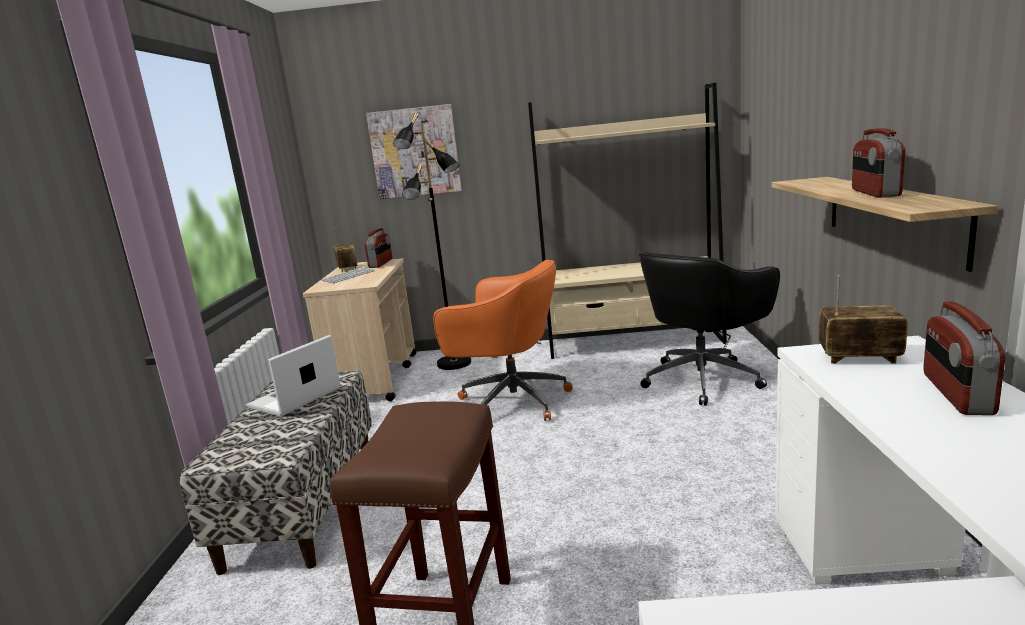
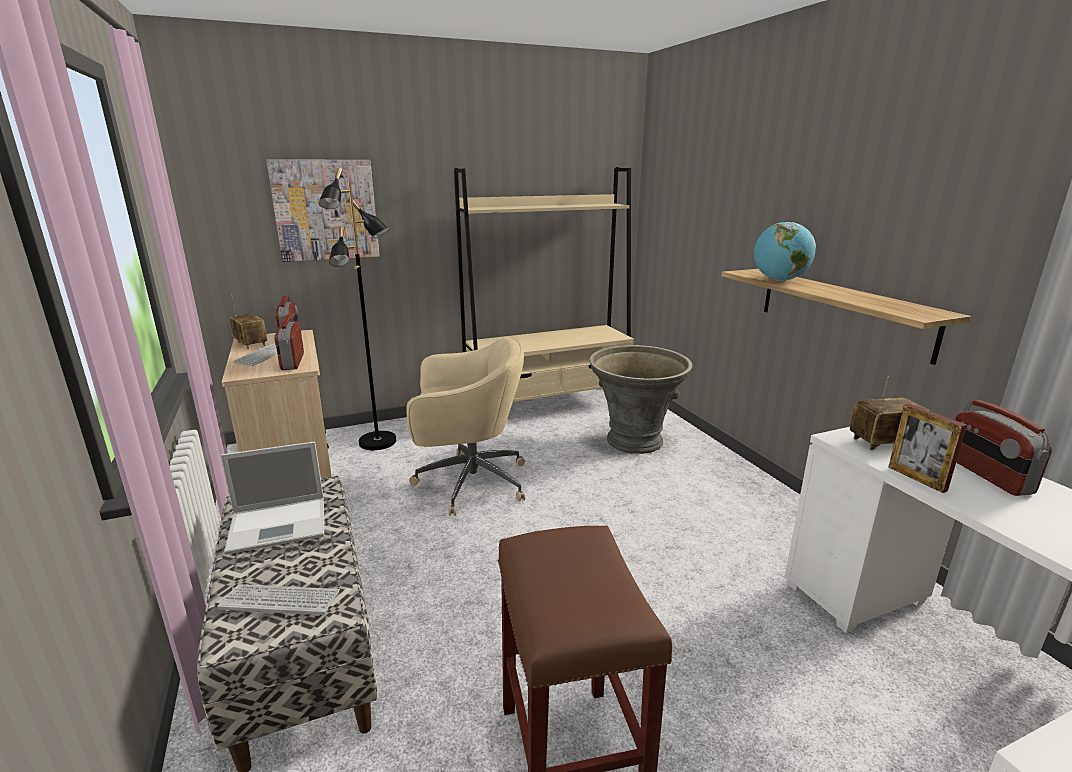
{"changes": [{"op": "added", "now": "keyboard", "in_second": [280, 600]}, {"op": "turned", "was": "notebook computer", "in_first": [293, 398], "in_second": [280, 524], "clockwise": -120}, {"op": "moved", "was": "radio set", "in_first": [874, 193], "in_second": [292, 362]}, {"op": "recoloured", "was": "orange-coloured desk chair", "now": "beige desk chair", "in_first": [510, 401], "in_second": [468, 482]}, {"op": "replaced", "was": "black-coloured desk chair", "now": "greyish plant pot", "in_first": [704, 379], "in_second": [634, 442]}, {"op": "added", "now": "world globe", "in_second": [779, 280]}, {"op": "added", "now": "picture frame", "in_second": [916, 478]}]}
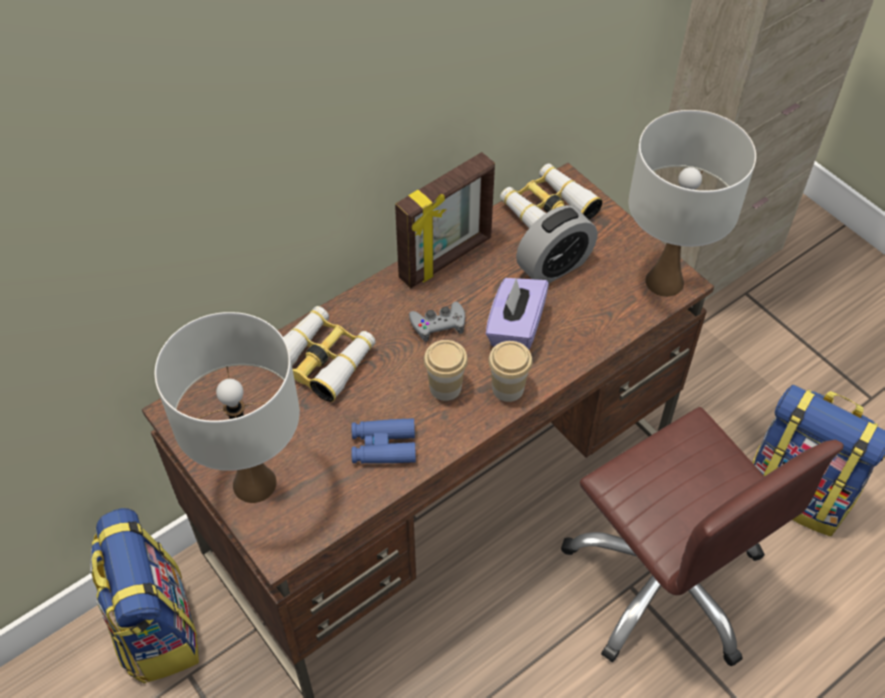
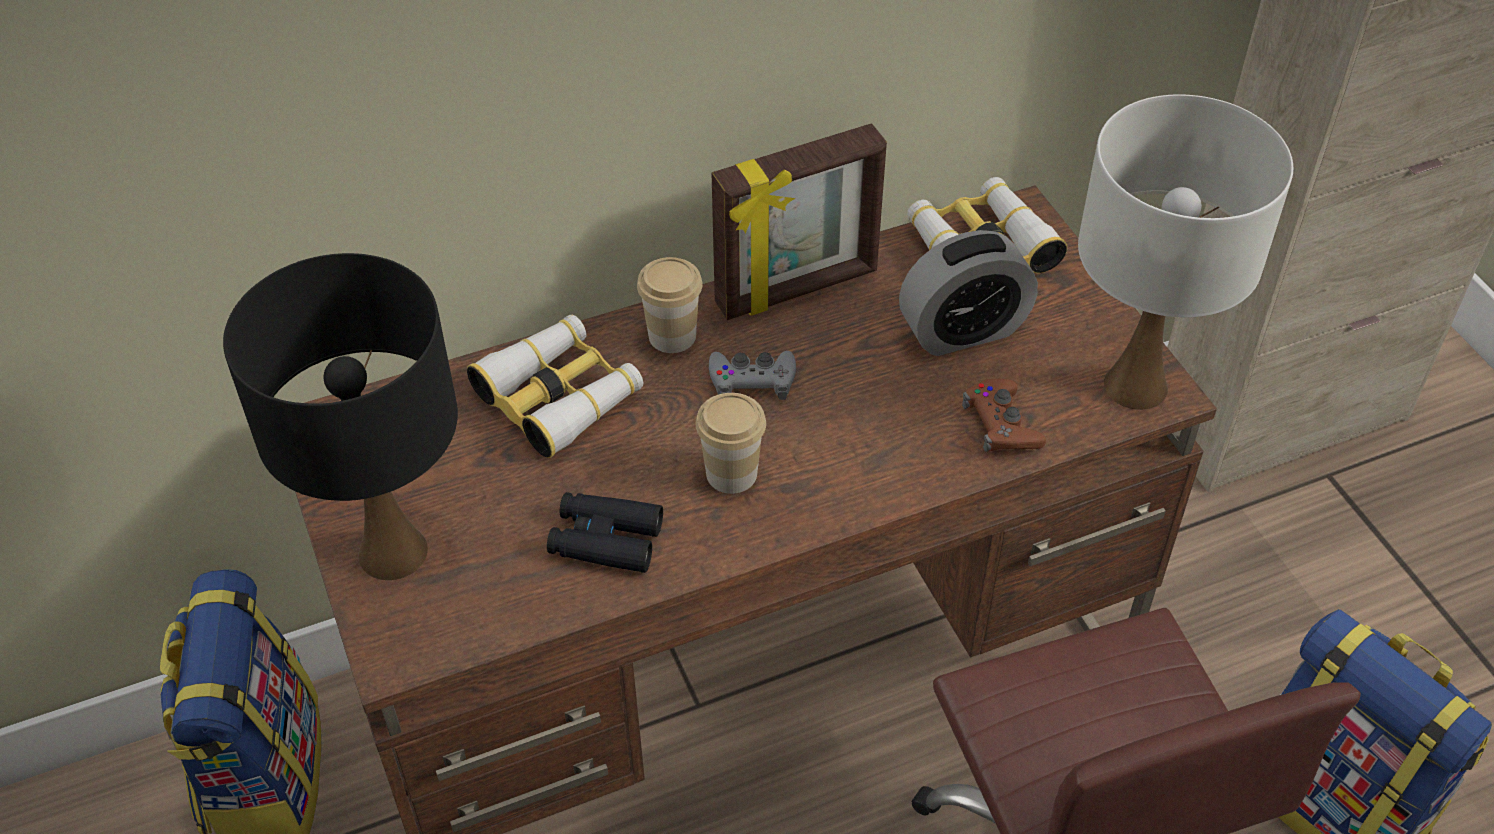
{"changes": [{"op": "recoloured", "was": "white-coloured table lamp", "now": "black-coloured table lamp", "in_first": [254, 484], "in_second": [392, 553]}, {"op": "recoloured", "was": "blue field glasses", "now": "black-coloured field glasses", "in_first": [383, 446], "in_second": [605, 540]}, {"op": "moved", "was": "cup", "in_first": [508, 388], "in_second": [672, 336]}, {"op": "added", "now": "brown-coloured gamepad", "in_second": [1001, 424]}, {"op": "removed", "was": "purplish tissue holder", "in_first": [515, 328]}]}
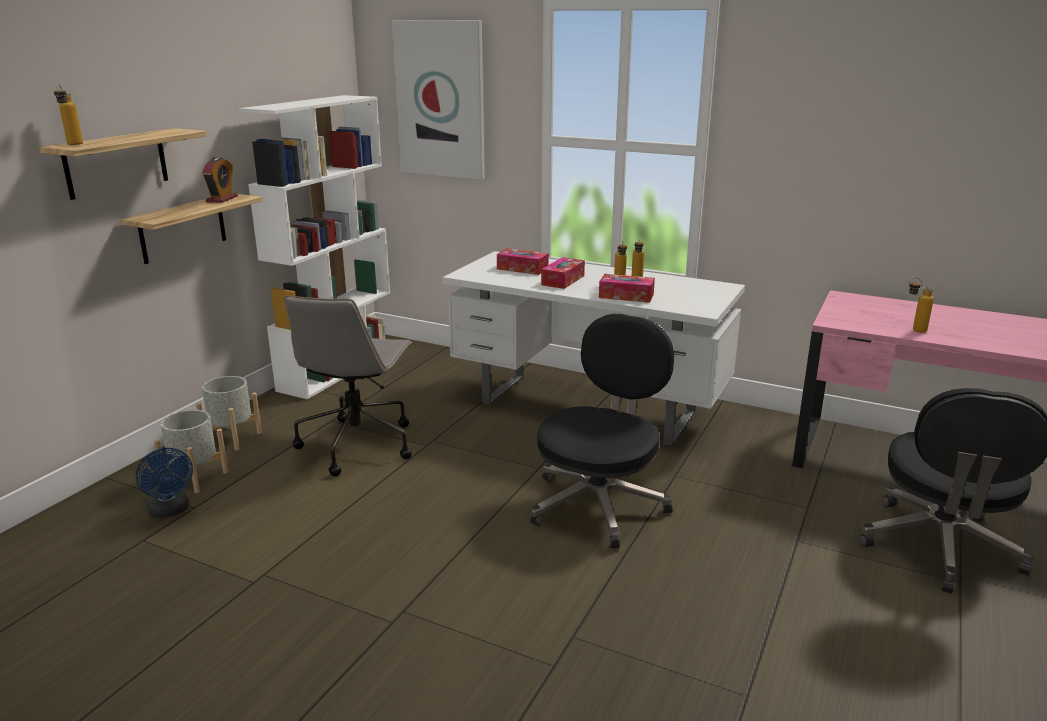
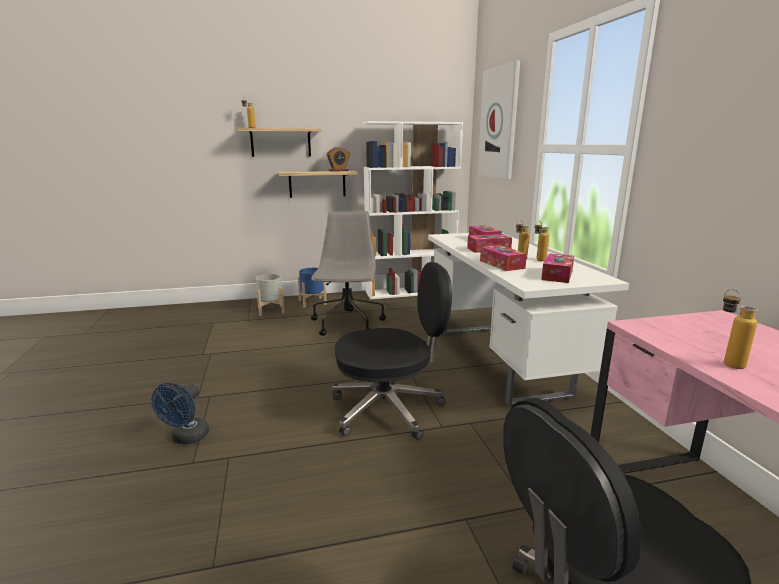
{"changes": [{"op": "moved", "was": "blue electric fan", "in_first": [171, 511], "in_second": [187, 438]}, {"op": "recoloured", "was": "greyish plant pot", "now": "blue plant pot", "in_first": [232, 438], "in_second": [312, 302]}, {"op": "turned", "was": "greyish desk chair", "in_first": [357, 444], "in_second": [348, 324], "clockwise": 120}, {"op": "added", "now": "tissue holder", "in_second": [557, 275]}]}
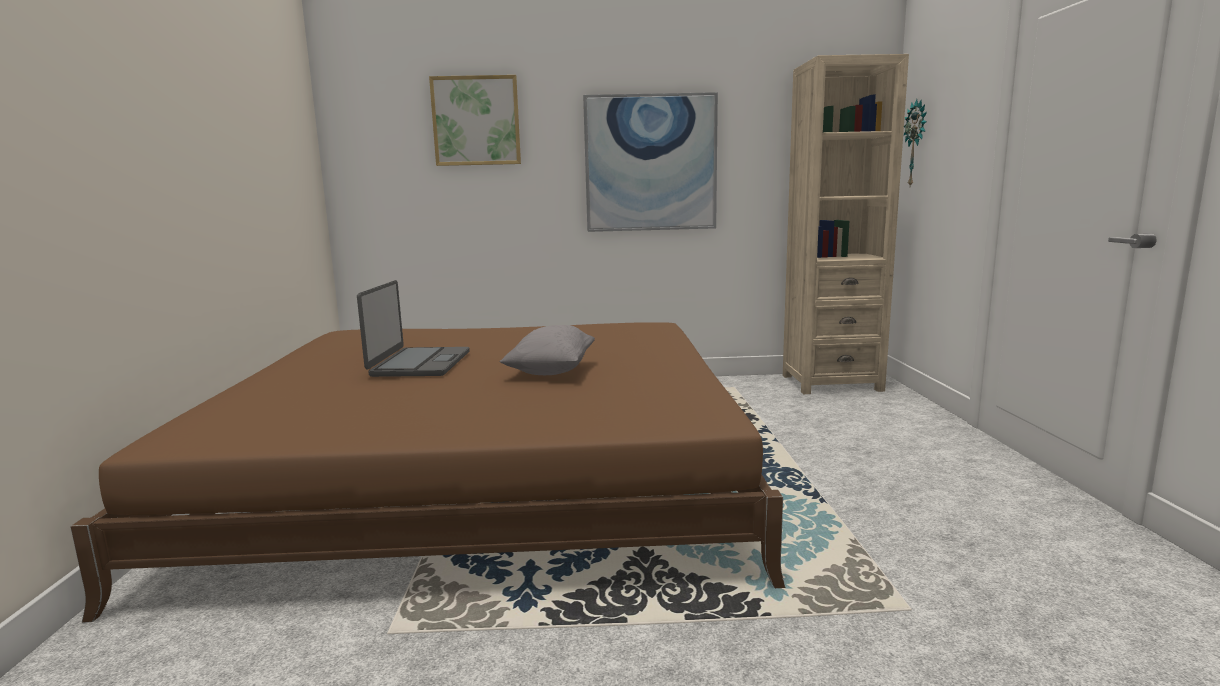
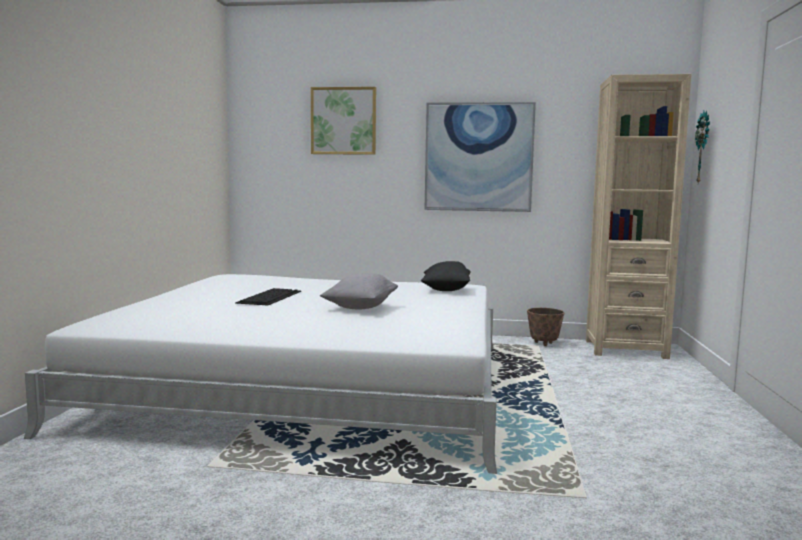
{"changes": [{"op": "recoloured", "was": "brown-coloured bedroom bed", "now": "white-coloured bedroom bed", "in_first": [487, 470], "in_second": [313, 383]}, {"op": "replaced", "was": "notebook computer", "now": "keyboard", "in_first": [419, 364], "in_second": [270, 297]}, {"op": "added", "now": "black-coloured pillow", "in_second": [446, 290]}, {"op": "added", "now": "plant pot", "in_second": [544, 343]}]}
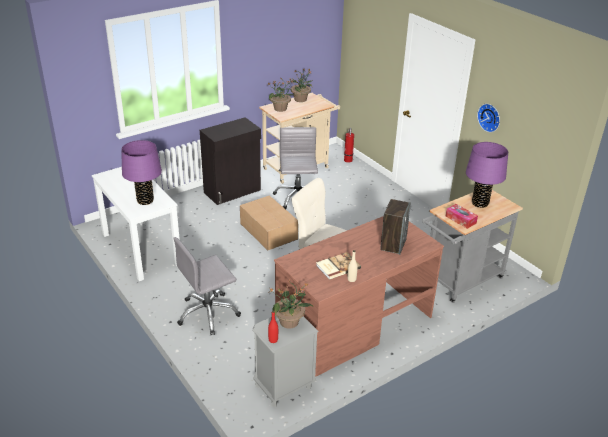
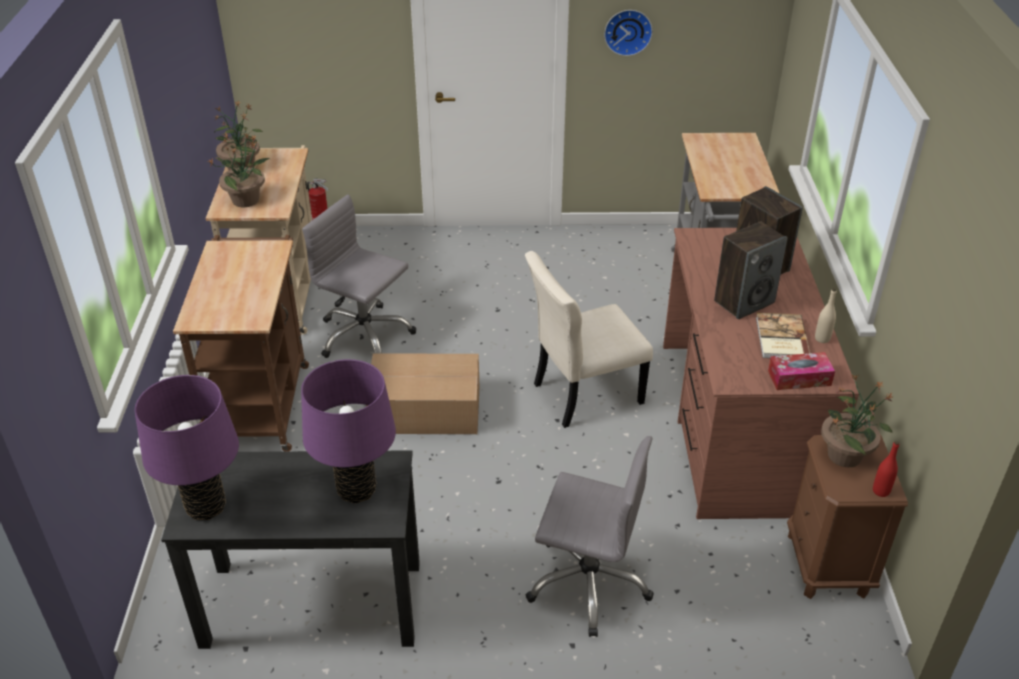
{"changes": [{"op": "moved", "was": "purplish table lamp", "in_first": [480, 203], "in_second": [206, 507]}, {"op": "recoloured", "was": "white-coloured desk table", "now": "black-coloured desk table", "in_first": [141, 249], "in_second": [312, 604]}, {"op": "replaced", "was": "black-coloured cupboard", "now": "brown-coloured trolley", "in_first": [233, 191], "in_second": [261, 400]}, {"op": "turned", "was": "greyish desk chair", "in_first": [208, 314], "in_second": [588, 582], "clockwise": -75}, {"op": "added", "now": "audio speaker", "in_second": [744, 302]}, {"op": "moved", "was": "tissue holder", "in_first": [460, 220], "in_second": [799, 378]}, {"op": "recoloured", "was": "greyish nightstand", "now": "brown-coloured nightstand", "in_first": [283, 387], "in_second": [828, 565]}]}
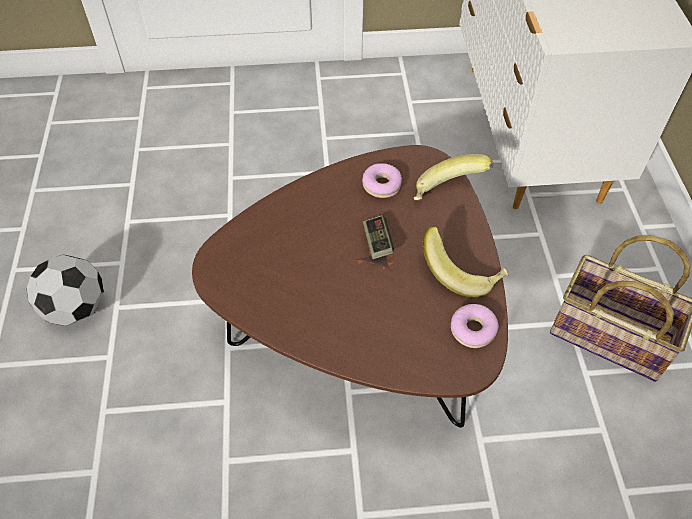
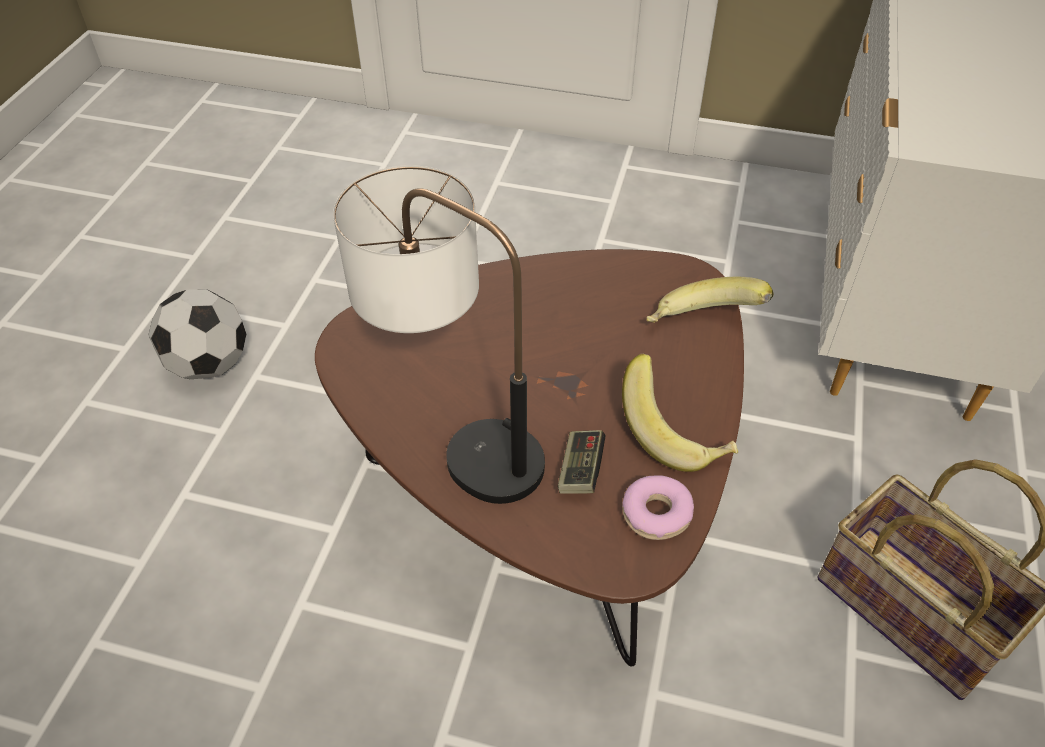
{"changes": [{"op": "added", "now": "table lamp", "in_second": [457, 438]}, {"op": "moved", "was": "gamepad", "in_first": [377, 242], "in_second": [580, 470]}, {"op": "removed", "was": "ring doughnut", "in_first": [381, 185]}]}
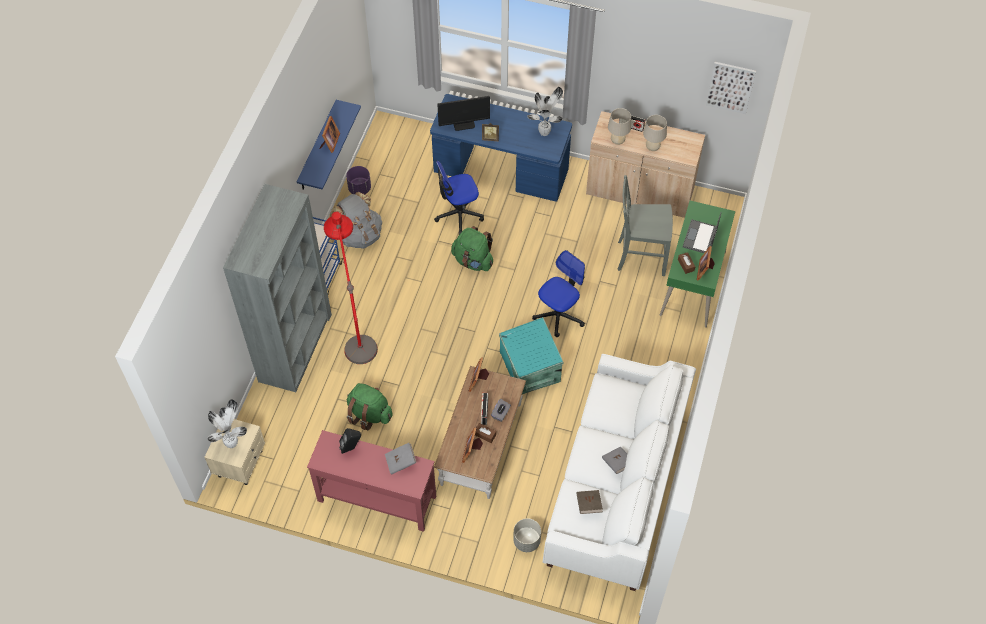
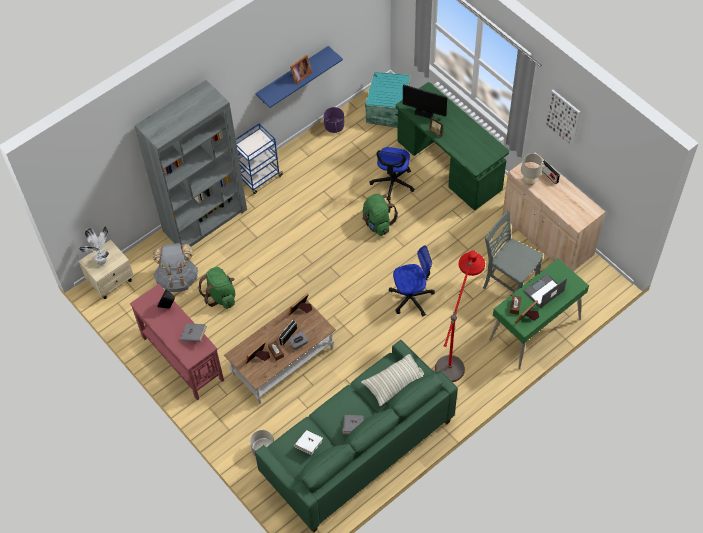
{"changes": [{"op": "moved", "was": "greyish rucksack", "in_first": [360, 235], "in_second": [178, 278]}, {"op": "recoloured", "was": "white-coloured couch", "now": "green-coloured couch", "in_first": [615, 487], "in_second": [357, 449]}, {"op": "recoloured", "was": "brown-coloured volume", "now": "white-coloured volume", "in_first": [588, 505], "in_second": [308, 445]}, {"op": "added", "now": "pillow", "in_second": [395, 383]}, {"op": "moved", "was": "turquoise-coloured storage box", "in_first": [529, 367], "in_second": [386, 109]}, {"op": "turned", "was": "desk chair", "in_first": [458, 214], "in_second": [393, 182], "clockwise": -90}, {"op": "recoloured", "was": "blue desk table", "now": "green-coloured desk table", "in_first": [501, 171], "in_second": [449, 166]}, {"op": "moved", "was": "red-coloured standing lamp", "in_first": [357, 330], "in_second": [456, 351]}, {"op": "moved", "was": "wall art", "in_first": [730, 87], "in_second": [563, 118]}, {"op": "removed", "was": "plant in a pot", "in_first": [545, 132]}, {"op": "removed", "was": "beige table lamp", "in_first": [652, 148]}]}
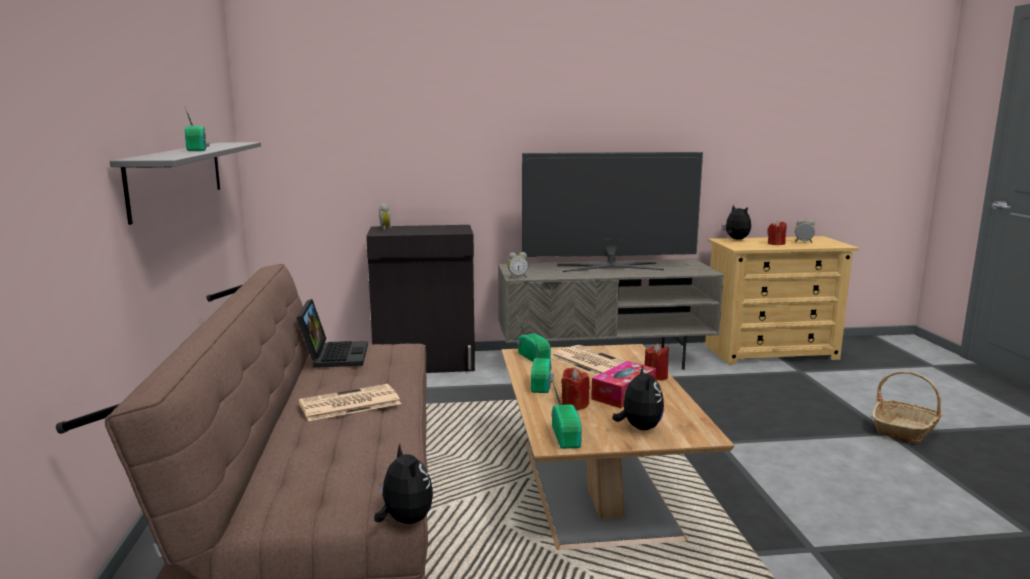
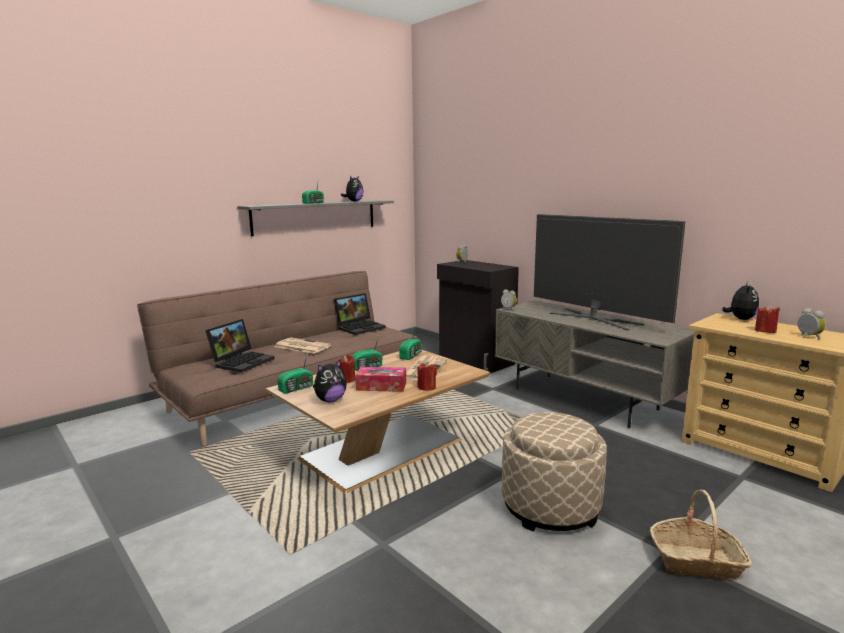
{"changes": [{"op": "added", "now": "notebook computer", "in_second": [242, 361]}, {"op": "moved", "was": "soft toy", "in_first": [404, 520], "in_second": [354, 201]}, {"op": "added", "now": "beige pouffe", "in_second": [550, 507]}]}
